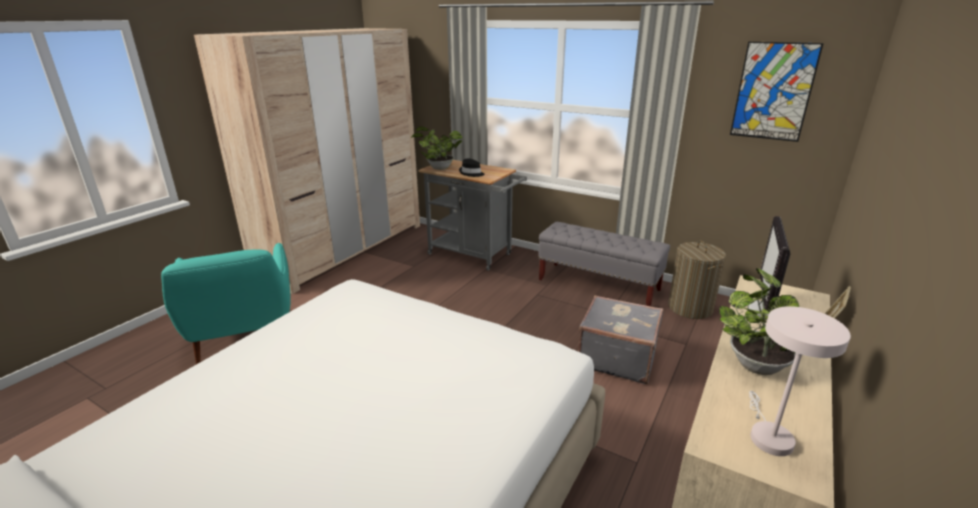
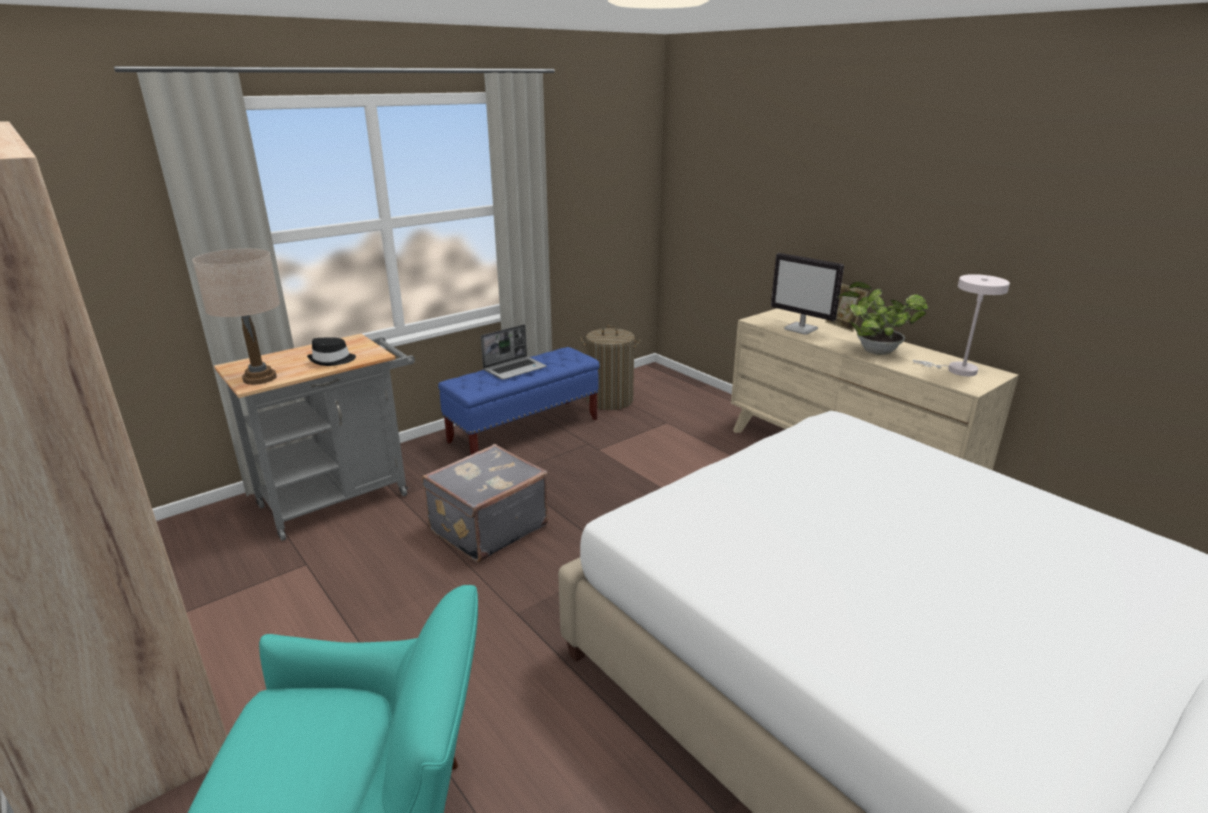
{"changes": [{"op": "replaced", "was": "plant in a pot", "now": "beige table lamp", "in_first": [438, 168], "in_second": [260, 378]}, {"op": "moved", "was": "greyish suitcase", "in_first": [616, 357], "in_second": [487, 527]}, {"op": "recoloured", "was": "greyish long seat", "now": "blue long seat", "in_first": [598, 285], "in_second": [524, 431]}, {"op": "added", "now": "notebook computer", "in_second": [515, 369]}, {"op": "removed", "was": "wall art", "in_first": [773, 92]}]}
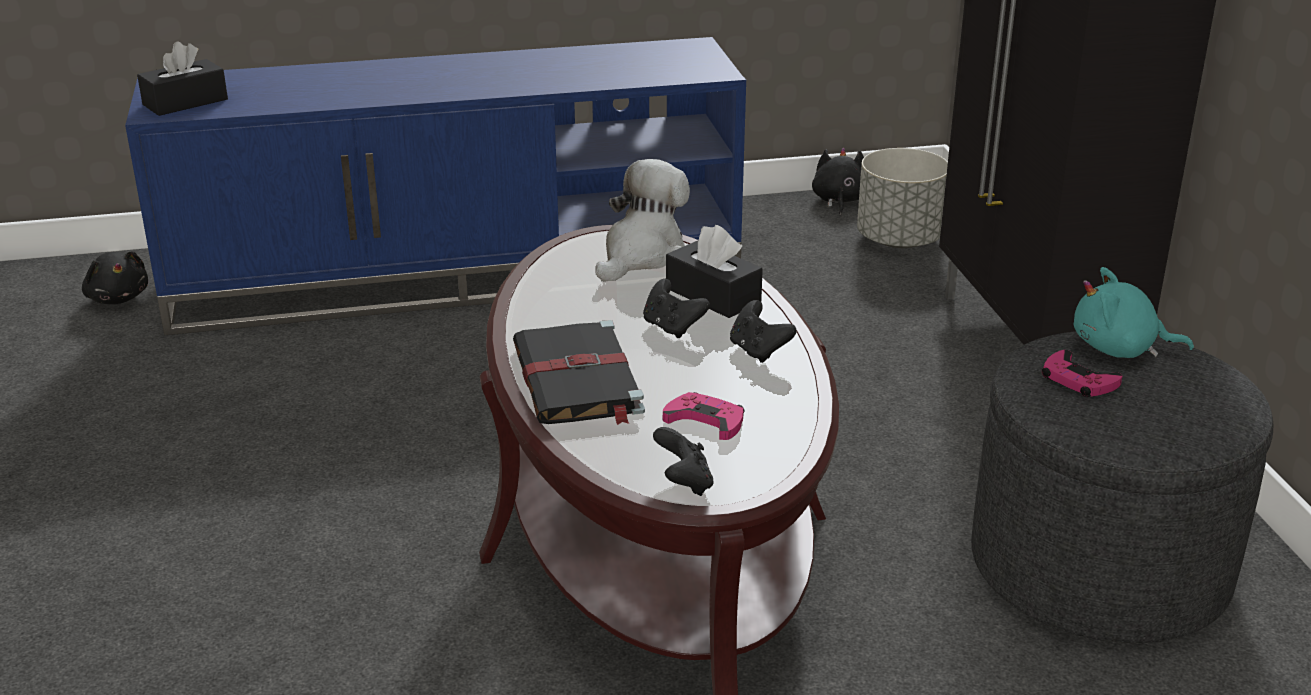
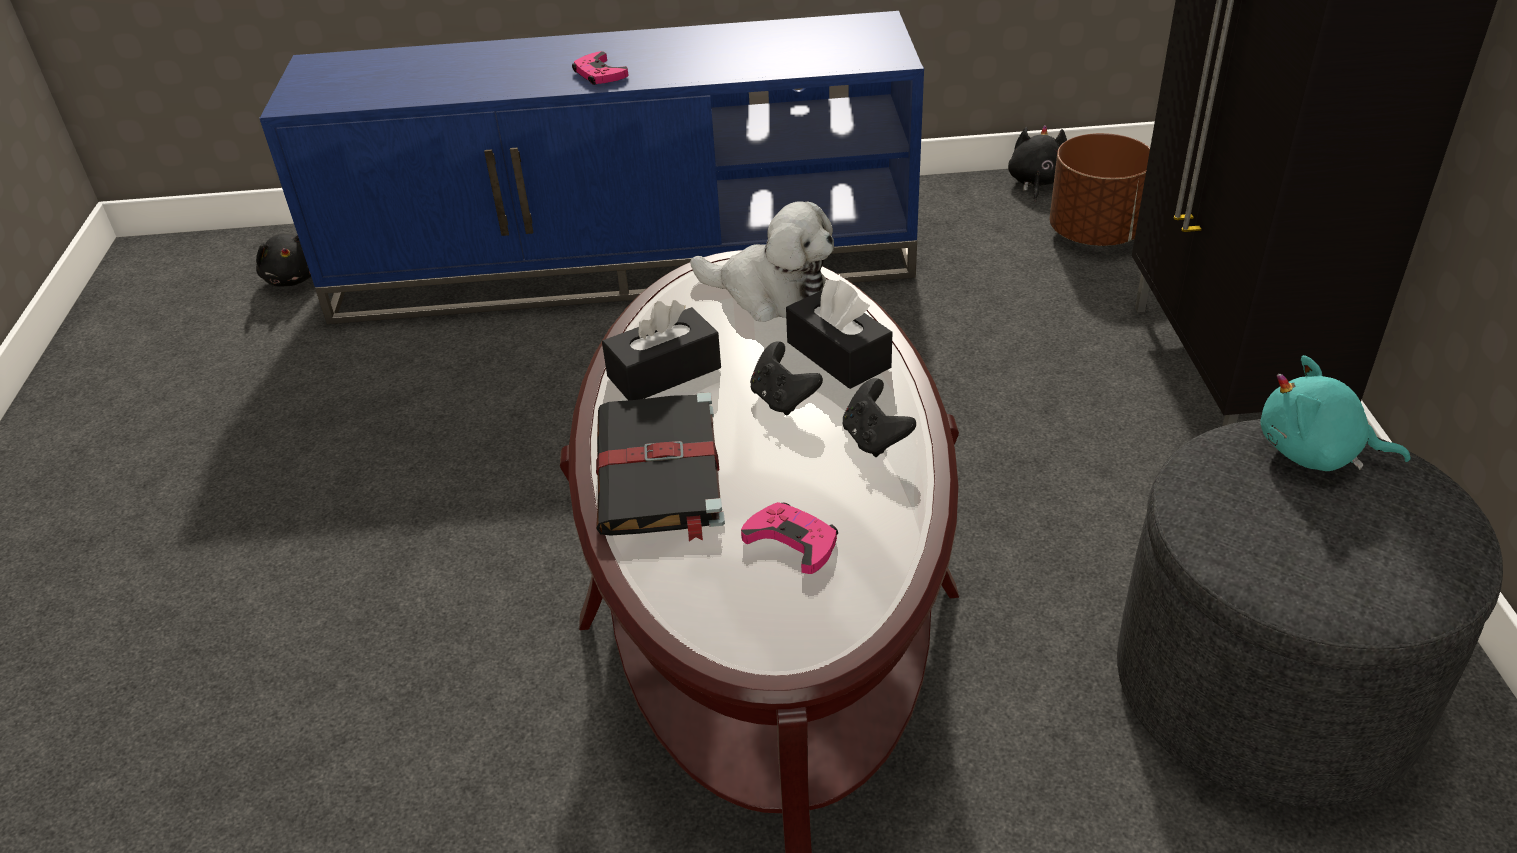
{"changes": [{"op": "moved", "was": "pink gamepad", "in_first": [1078, 381], "in_second": [599, 74]}, {"op": "moved", "was": "black-coloured tissue holder", "in_first": [185, 102], "in_second": [664, 372]}, {"op": "turned", "was": "soft toy", "in_first": [642, 255], "in_second": [771, 294], "clockwise": 75}, {"op": "recoloured", "was": "greyish plant pot", "now": "brown-coloured plant pot", "in_first": [899, 240], "in_second": [1095, 234]}, {"op": "removed", "was": "black-coloured gamepad", "in_first": [684, 483]}]}
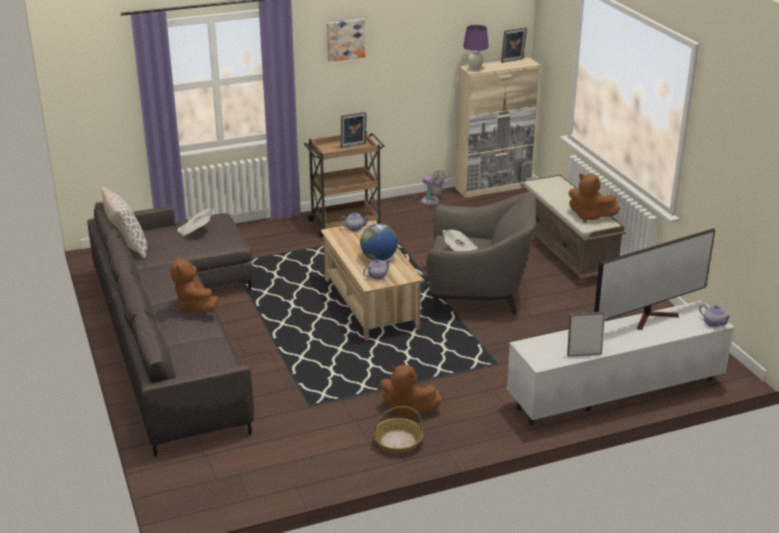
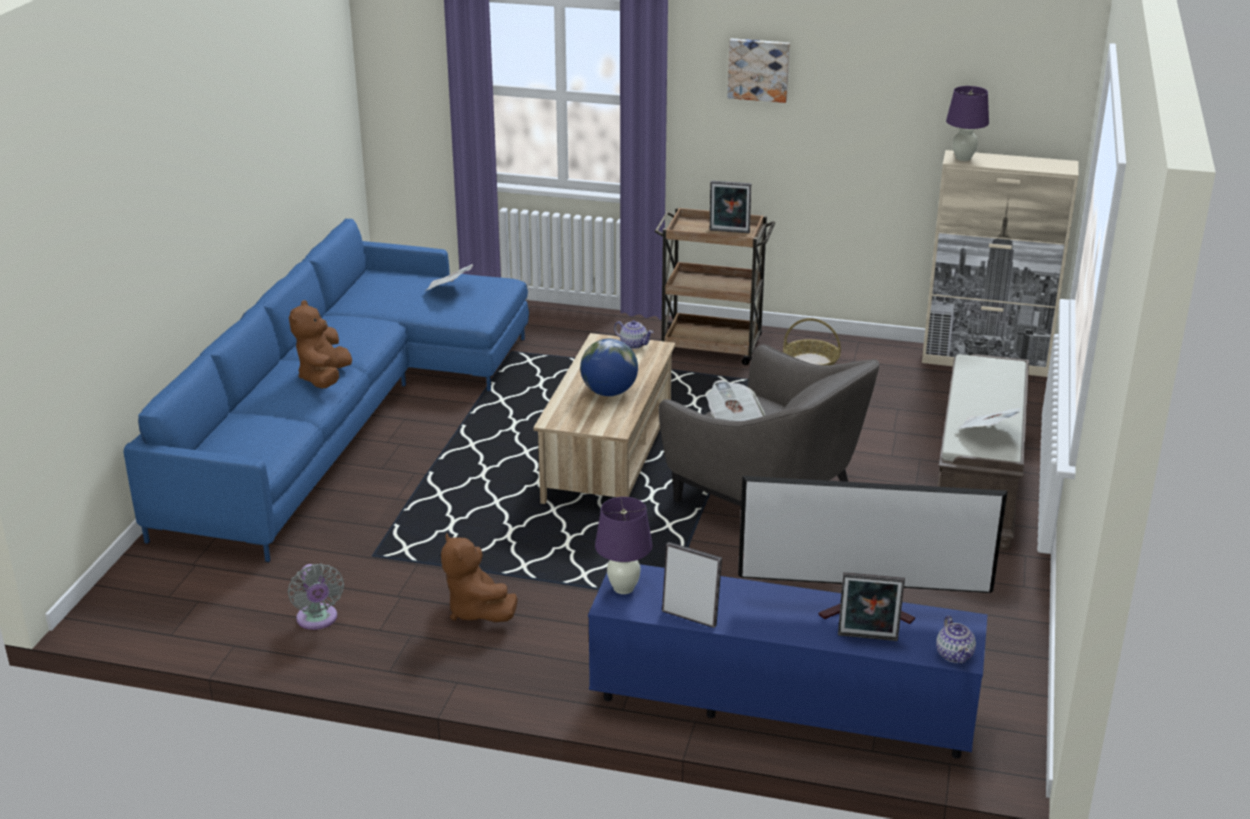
{"changes": [{"op": "recoloured", "was": "greyish couch", "now": "blue couch", "in_first": [176, 334], "in_second": [343, 414]}, {"op": "moved", "was": "greyish electric fan", "in_first": [432, 201], "in_second": [317, 620]}, {"op": "recoloured", "was": "white-coloured media console", "now": "blue media console", "in_first": [614, 393], "in_second": [779, 710]}, {"op": "added", "now": "purplish table lamp", "in_second": [623, 588]}, {"op": "moved", "was": "household basket", "in_first": [397, 441], "in_second": [810, 362]}, {"op": "moved", "was": "picture frame", "in_first": [513, 61], "in_second": [867, 639]}, {"op": "replaced", "was": "brown-coloured soft toy", "now": "printed paper", "in_first": [590, 216], "in_second": [986, 433]}, {"op": "removed", "was": "pillow", "in_first": [128, 247]}, {"op": "removed", "was": "tea pot", "in_first": [377, 276]}]}
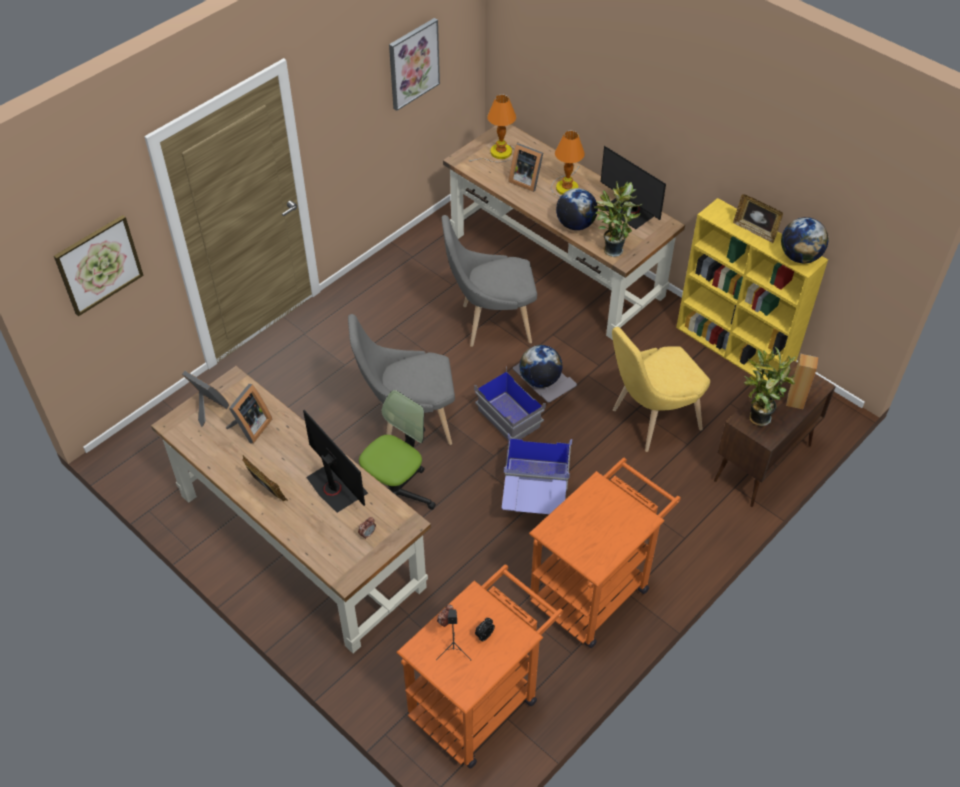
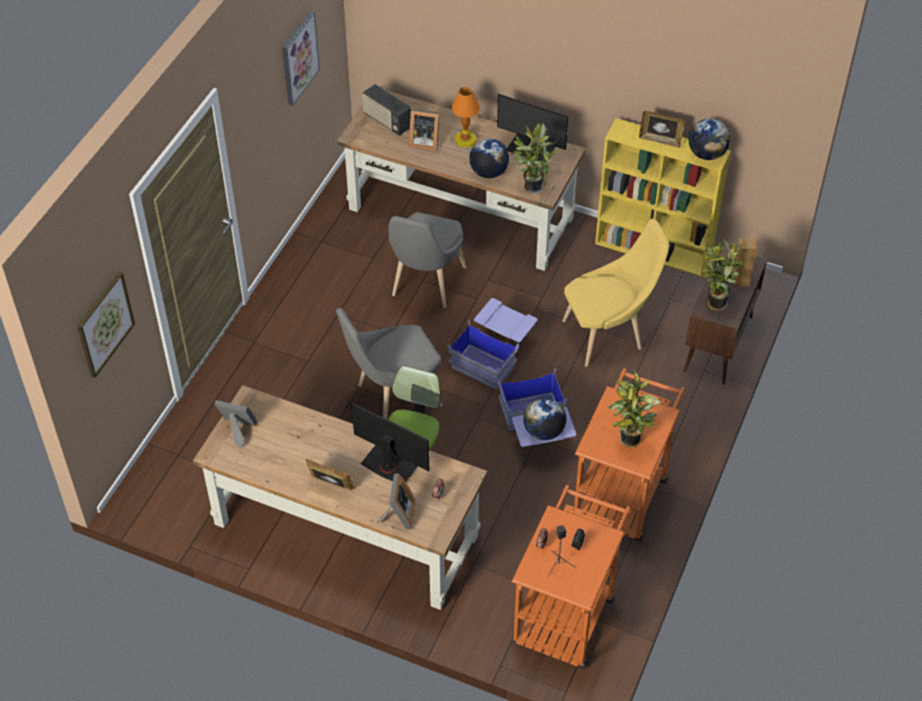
{"changes": [{"op": "replaced", "was": "table lamp", "now": "radio set", "in_first": [499, 153], "in_second": [387, 121]}, {"op": "moved", "was": "picture frame", "in_first": [250, 428], "in_second": [398, 515]}, {"op": "turned", "was": "greyish upright chair", "in_first": [490, 323], "in_second": [426, 285], "clockwise": -45}, {"op": "recoloured", "was": "greyish storage box", "now": "blue storage box", "in_first": [525, 409], "in_second": [493, 355]}, {"op": "moved", "was": "world globe", "in_first": [540, 380], "in_second": [543, 431]}, {"op": "turned", "was": "yellow upright chair", "in_first": [650, 421], "in_second": [608, 334], "clockwise": -150}, {"op": "added", "now": "plant in a pot", "in_second": [629, 442]}]}
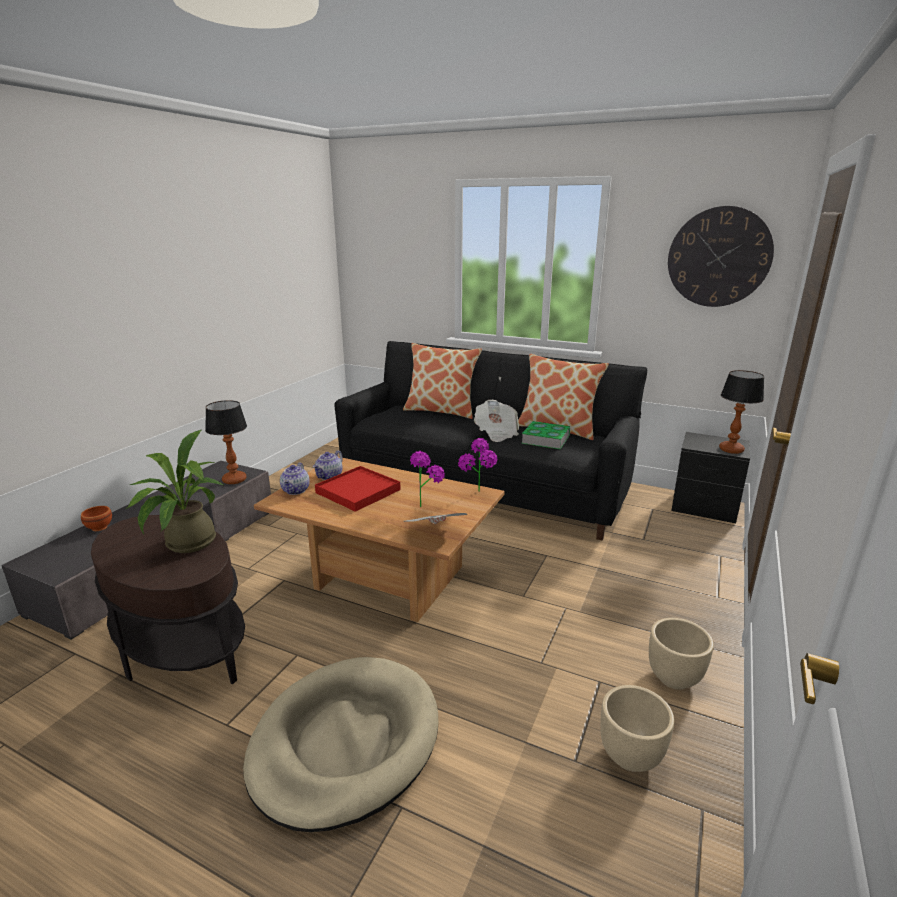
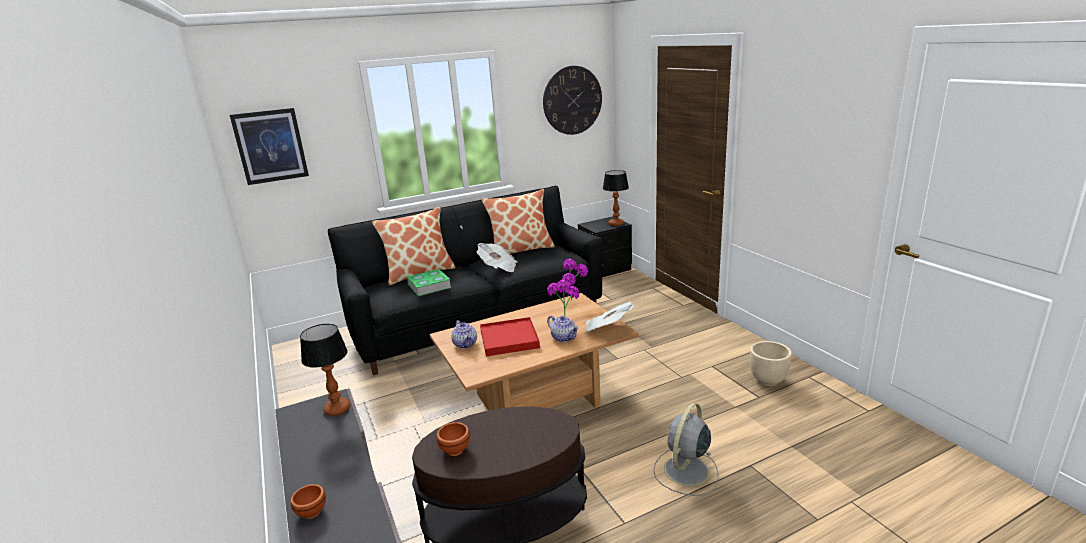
{"changes": [{"op": "added", "now": "wall art", "in_second": [270, 146]}, {"op": "moved", "was": "volume", "in_first": [545, 439], "in_second": [429, 286]}, {"op": "added", "now": "brown-coloured deep dish", "in_second": [454, 450]}, {"op": "moved", "was": "tea pot", "in_first": [296, 490], "in_second": [564, 338]}, {"op": "replaced", "was": "beige dog cushion", "now": "greyish electric fan", "in_first": [345, 742], "in_second": [685, 471]}, {"op": "removed", "was": "plant in a pot", "in_first": [185, 545]}, {"op": "removed", "was": "beige plant pot", "in_first": [673, 678]}]}
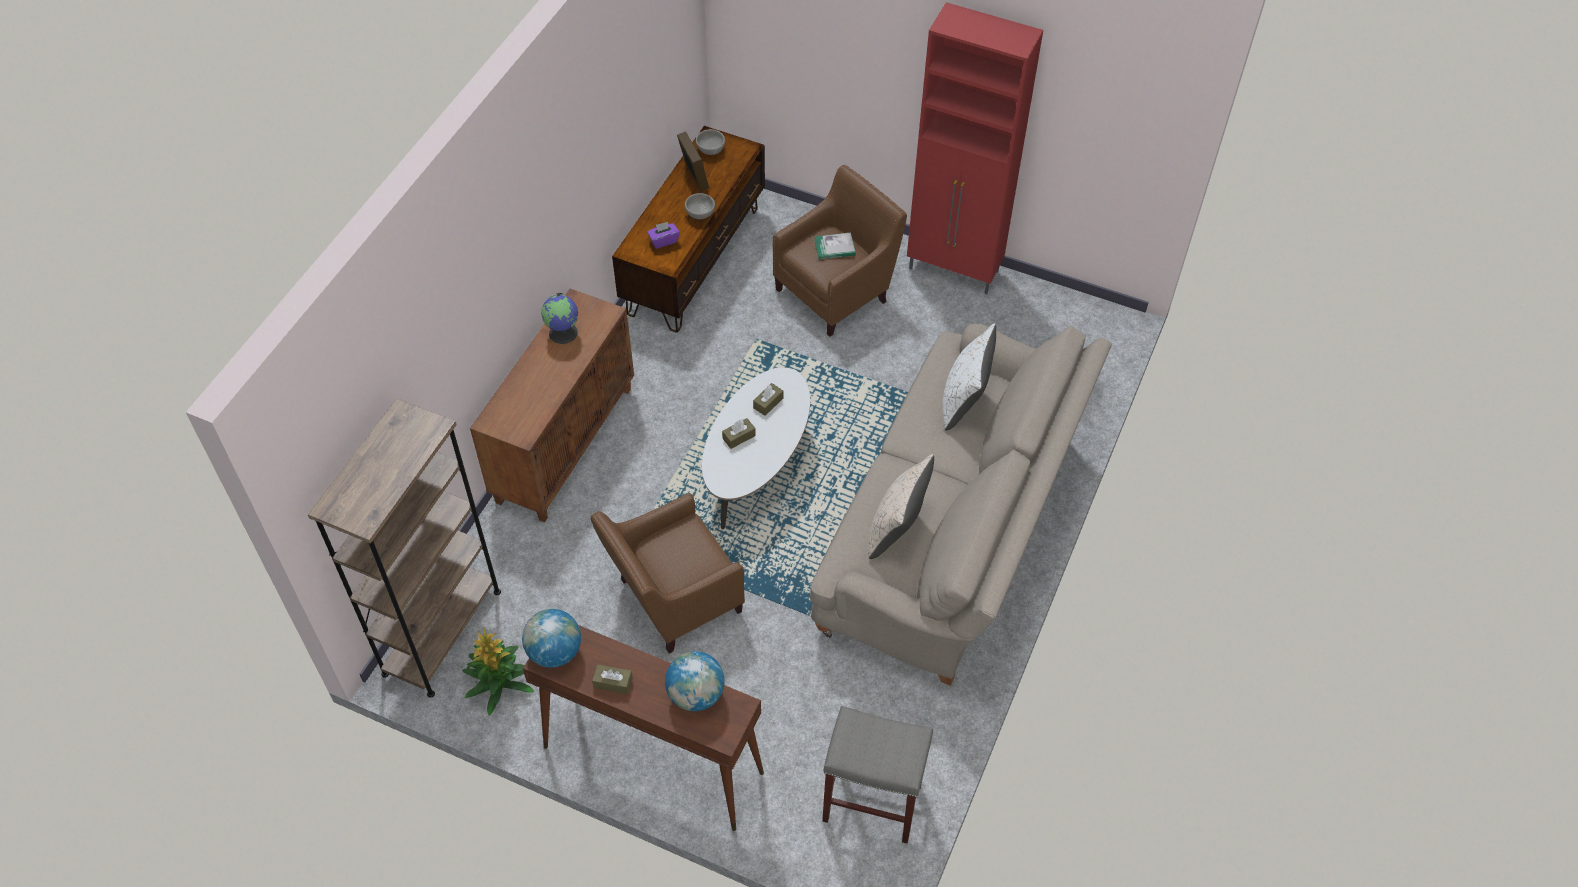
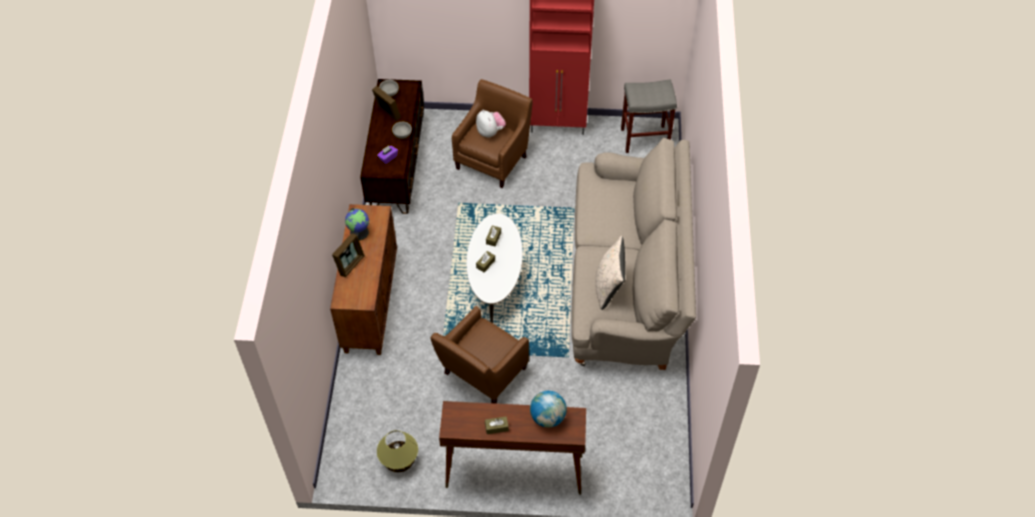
{"changes": [{"op": "added", "now": "picture frame", "in_second": [350, 264]}, {"op": "replaced", "was": "plant in a pot", "now": "table lamp", "in_first": [498, 683], "in_second": [399, 460]}, {"op": "replaced", "was": "volume", "now": "soft toy", "in_first": [834, 247], "in_second": [490, 132]}, {"op": "moved", "was": "greyish sitting stool", "in_first": [870, 802], "in_second": [644, 139]}, {"op": "removed", "was": "brown-coloured shelving unit", "in_first": [442, 632]}, {"op": "removed", "was": "world globe", "in_first": [554, 652]}, {"op": "removed", "was": "white-coloured pillow", "in_first": [964, 401]}]}
